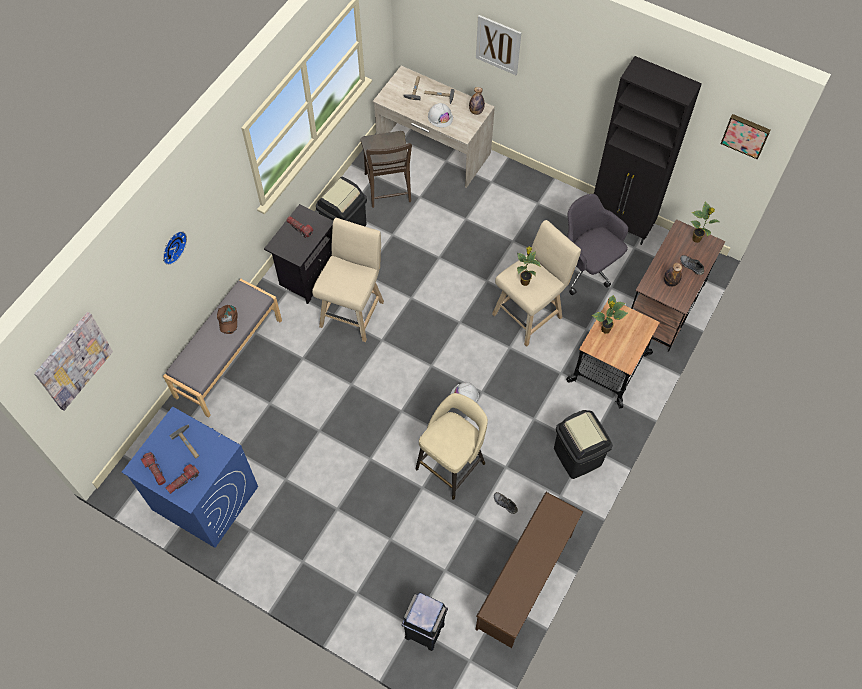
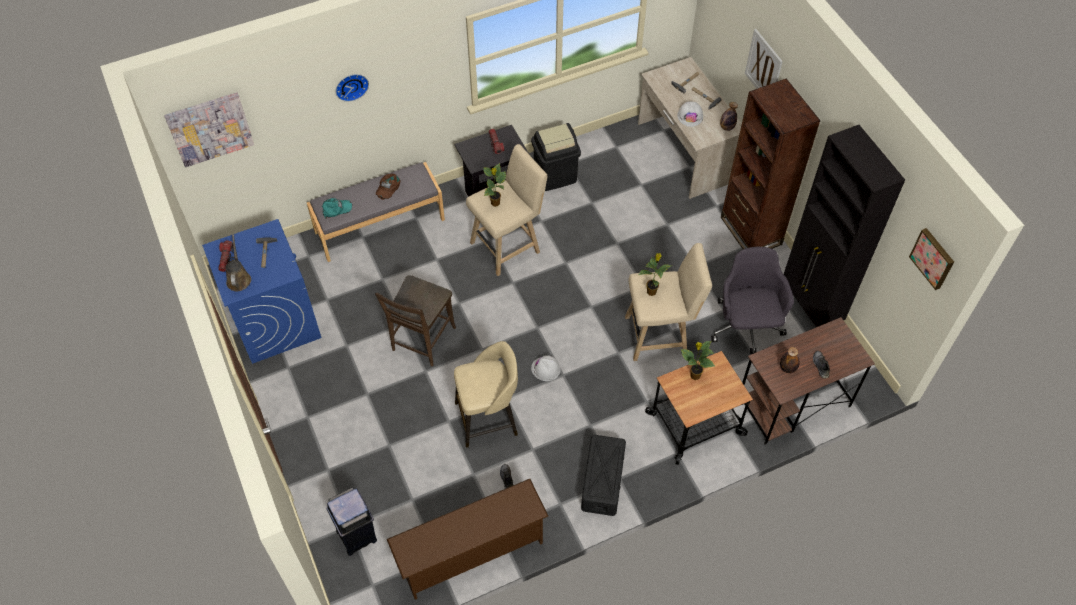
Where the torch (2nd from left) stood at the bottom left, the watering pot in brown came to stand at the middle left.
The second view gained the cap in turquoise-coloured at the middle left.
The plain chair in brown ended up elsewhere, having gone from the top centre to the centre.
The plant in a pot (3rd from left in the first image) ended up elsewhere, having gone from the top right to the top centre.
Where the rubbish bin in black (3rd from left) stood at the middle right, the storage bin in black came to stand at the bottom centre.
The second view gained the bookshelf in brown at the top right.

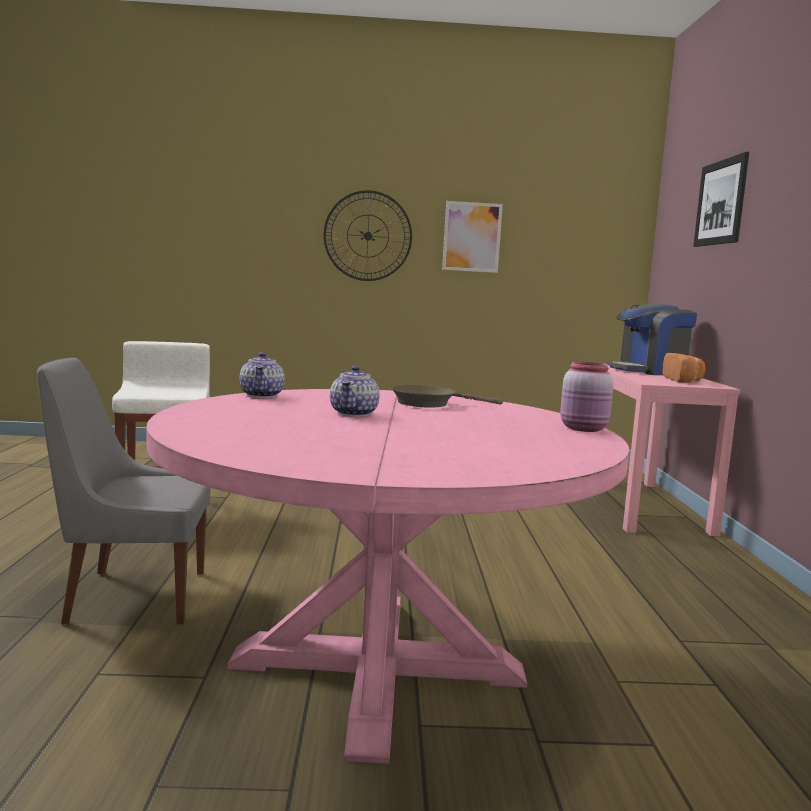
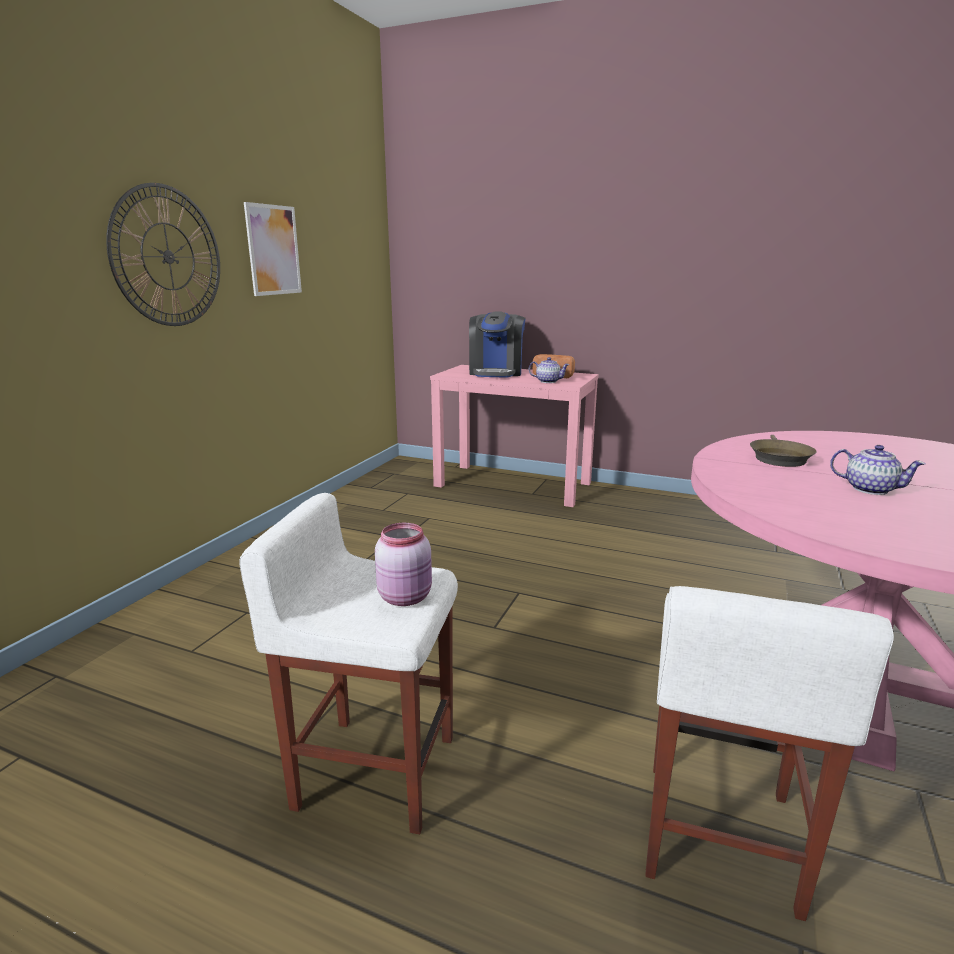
The storage jar in pinkish ended up elsewhere, having gone from the middle right to the centre.
The teapot (1st from left) ended up elsewhere, having gone from the middle left to the centre.
Where the plain chair in gray stood at the middle left, the sitting stool in whitish (2nd from left) came to stand at the bottom right.
The second view lost the wall picture (2nd from left) at the top right.

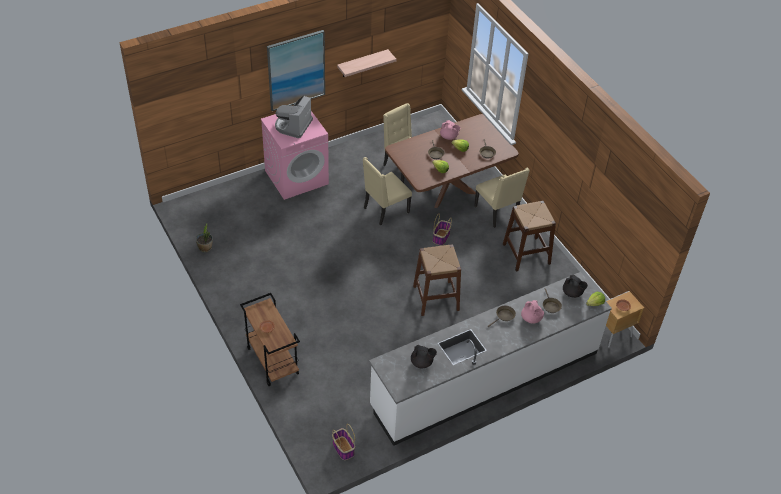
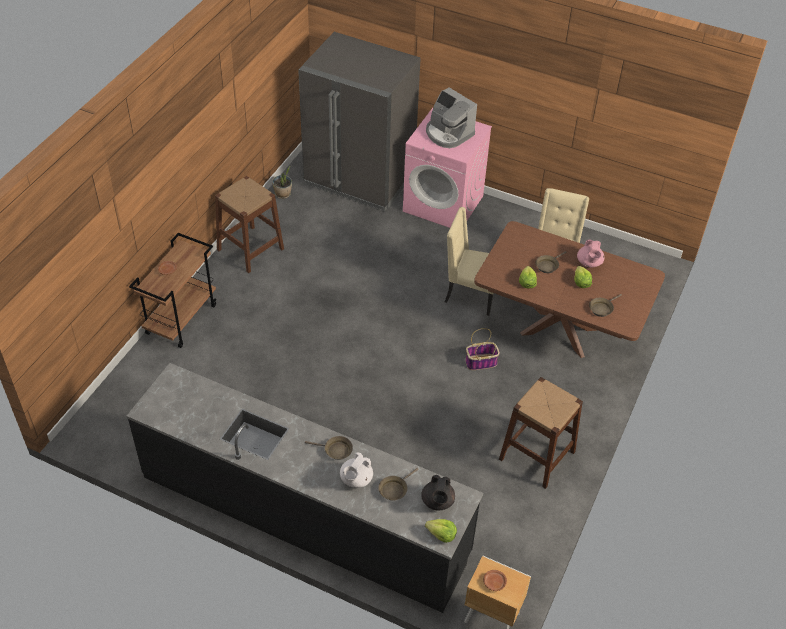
What was the kitchen base unit in whitish at the bottom centre turned into the kitchen base unit in black at the bottom centre.
The sitting stool in brown (1st from left) ended up elsewhere, having gone from the centre to the middle left.
The second view gained the kitchen fridge in gray at the top centre.
What was the teapot in pinkish (2nd from left) at the middle right turned into the teapot in whitish at the bottom centre.
The coffee maker at the top centre ended up facing another way, 120 degrees counterclockwise from before.
The second view lost the wall picture at the top centre.
The second view lost the household basket (1st from left) at the bottom centre.
The second view lost the bracket shelf at the top centre.
The second view lost the teapot in black (1st from left) at the bottom centre.
The second view lost the plain chair in beige (3rd from left) at the centre.

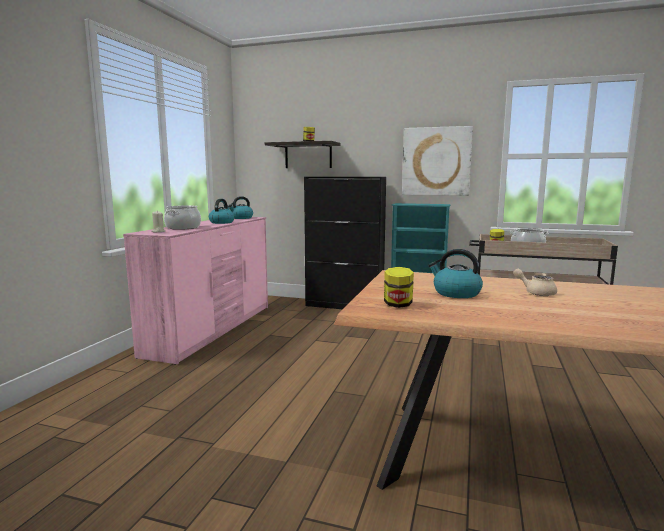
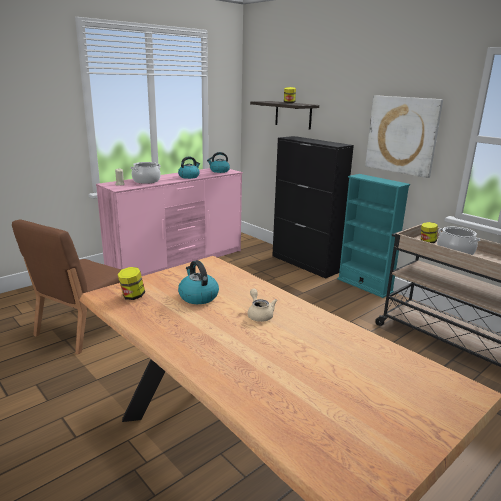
The second view gained the plain chair in brown at the middle left.

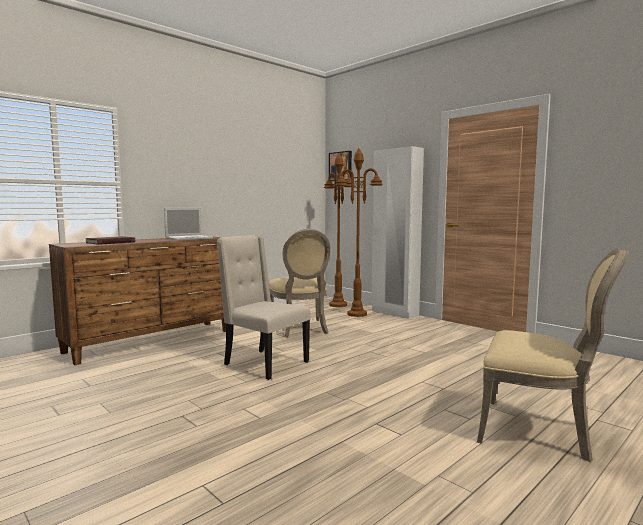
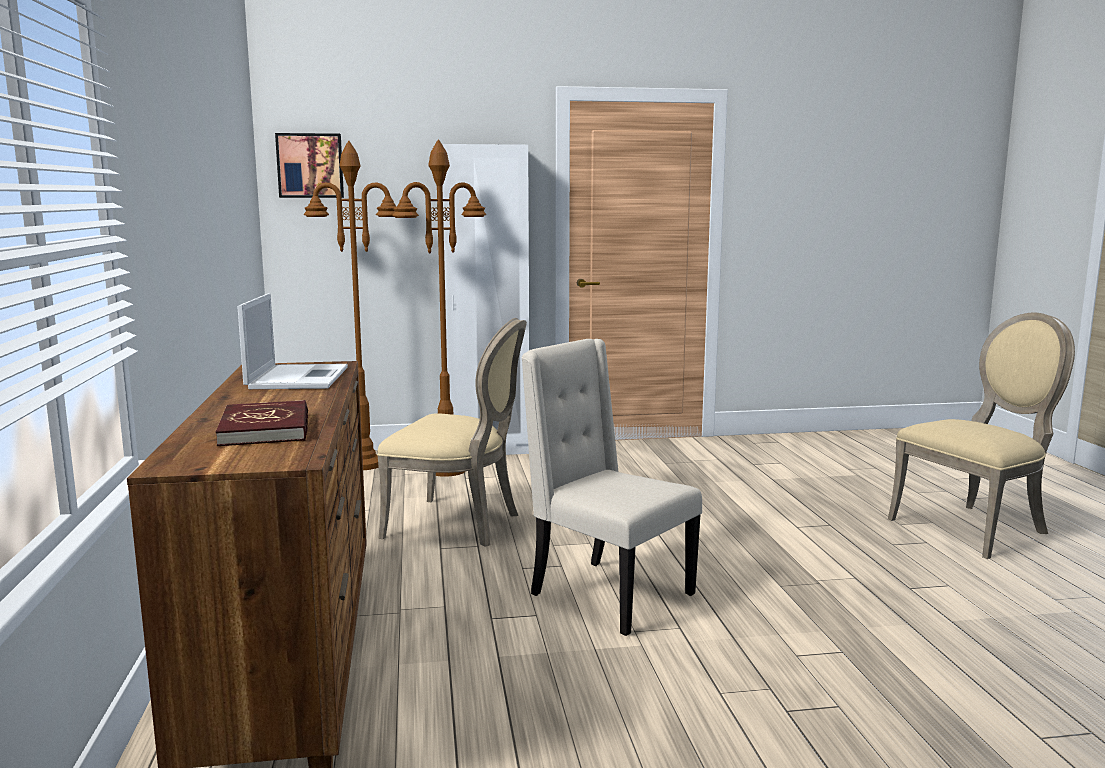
The plain chair in beige (1st from left in the first image) at the centre ended up facing another way, 60 degrees clockwise from before.

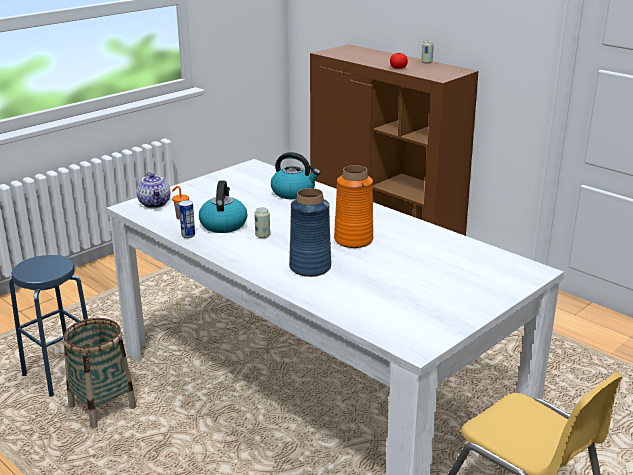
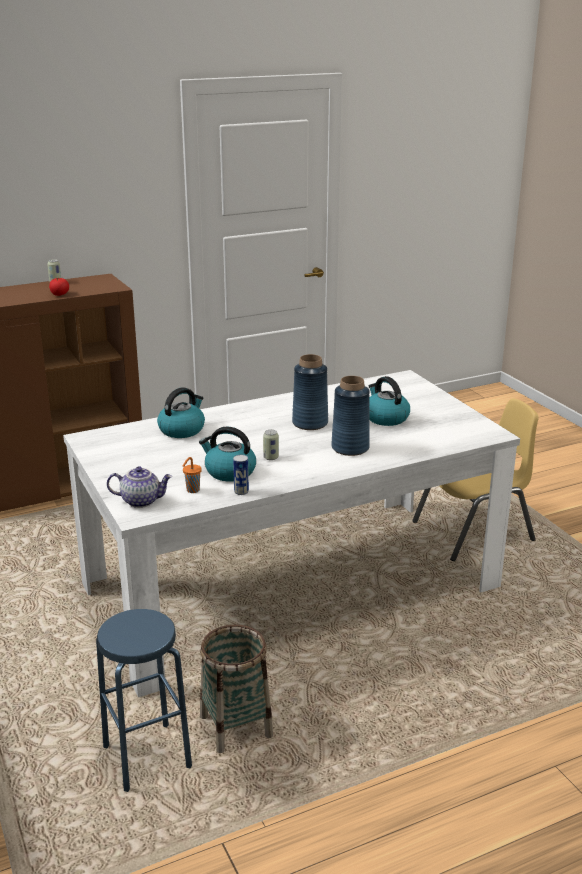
What was the flower vase in orangey at the centre turned into the flower vase in blue-coloured (1st from left) at the centre.
The second view gained the water kettle (3rd from left) at the middle right.

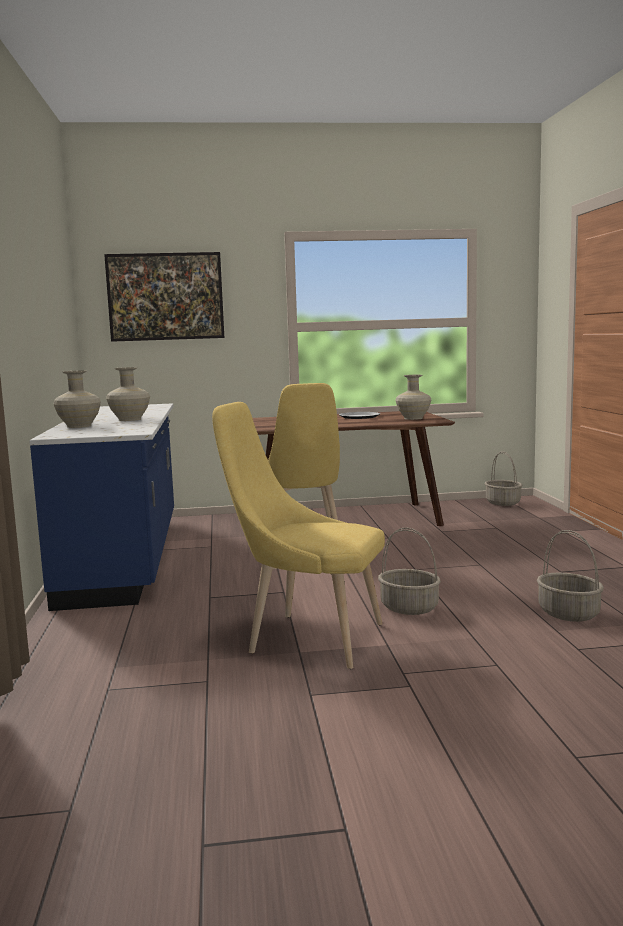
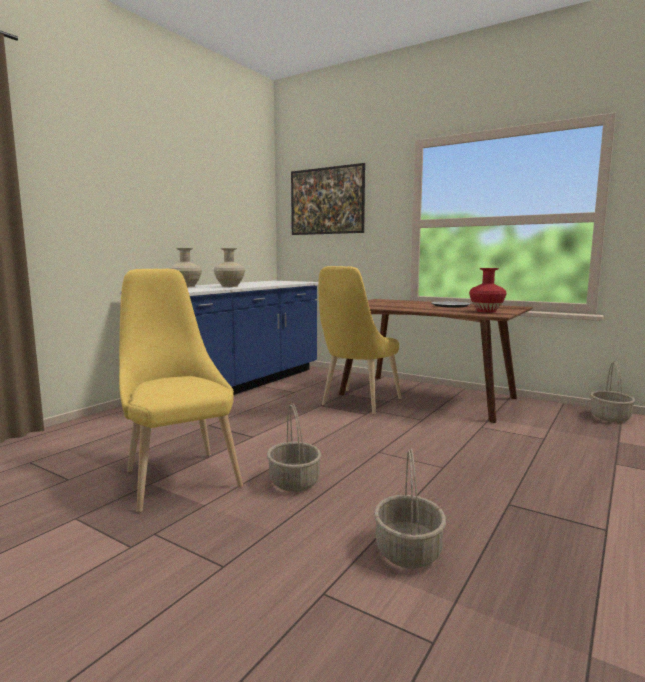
What was the flower vase in beige (3rd from left) at the centre turned into the flower vase in red at the middle right.

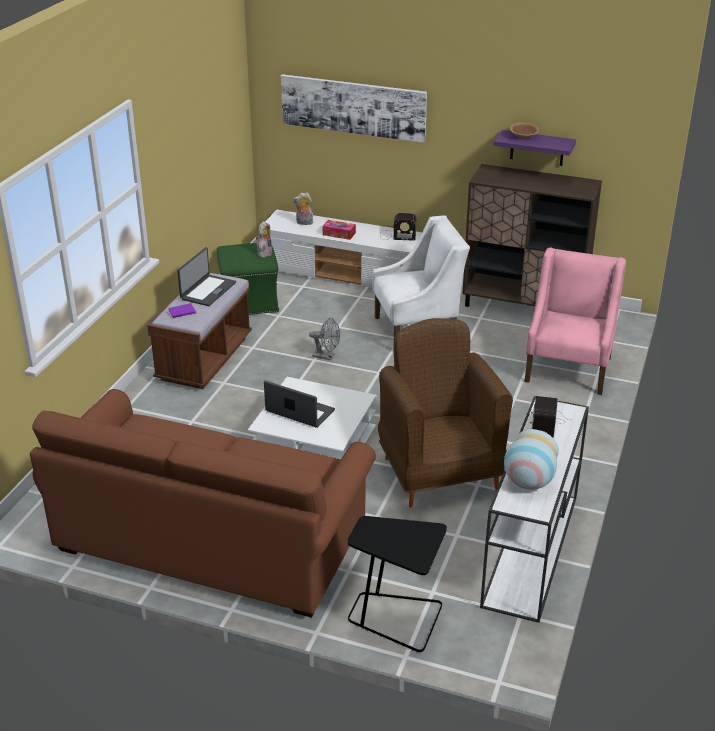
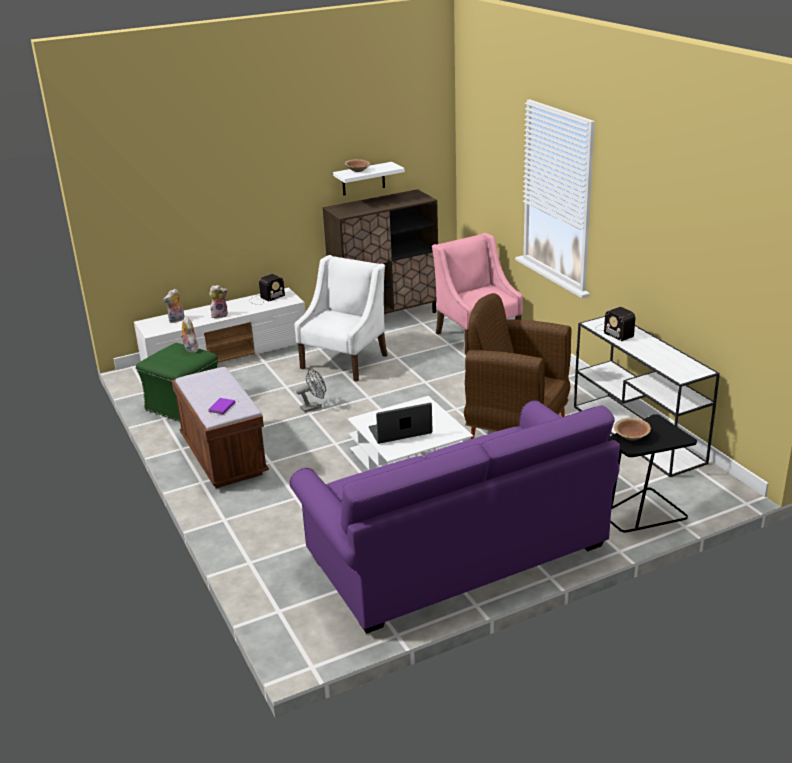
Where the tissue holder stood at the top centre, the soft toy (3rd from left) came to stand at the middle left.
What was the couch in brown at the bottom left turned into the couch in purple at the bottom centre.
What was the bracket shelf in purple at the top right turned into the bracket shelf in whitish at the top centre.
The second view gained the serving bowl in brown (2nd from left) at the middle right.
The second view lost the notebook computer (1st from left) at the middle left.
The second view lost the wall picture at the top centre.
The second view lost the flower vase at the middle right.

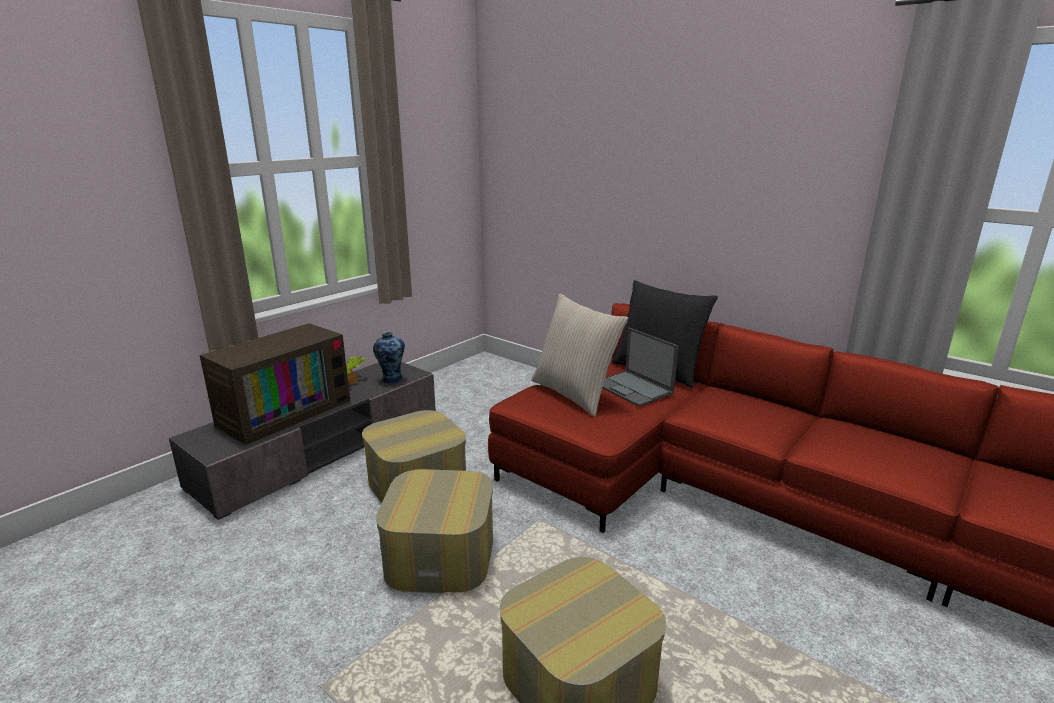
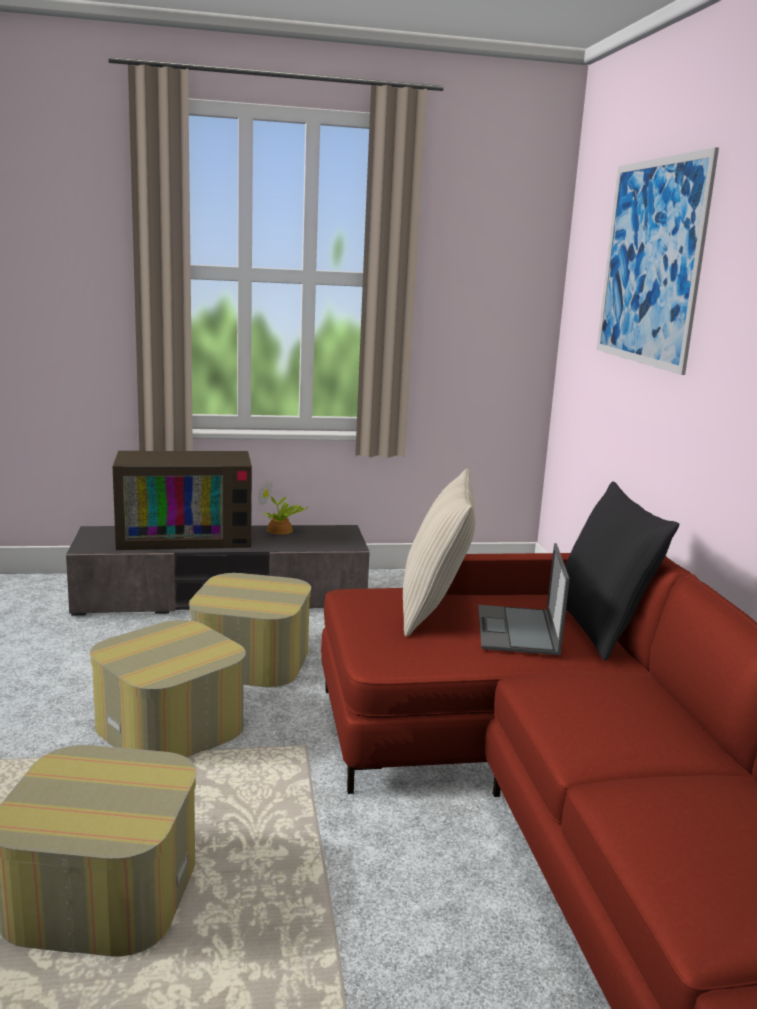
The second view gained the wall picture at the top right.
The second view lost the flower vase at the centre.

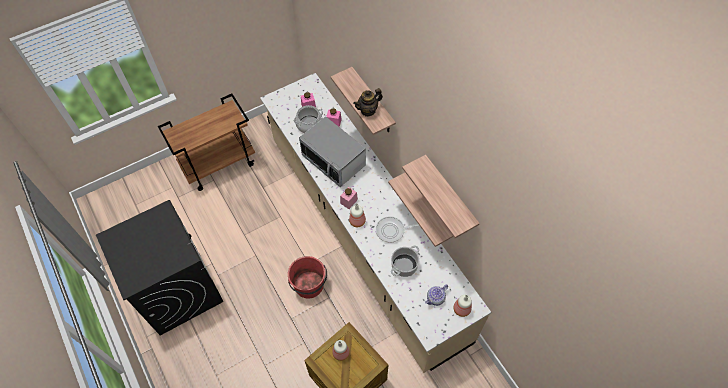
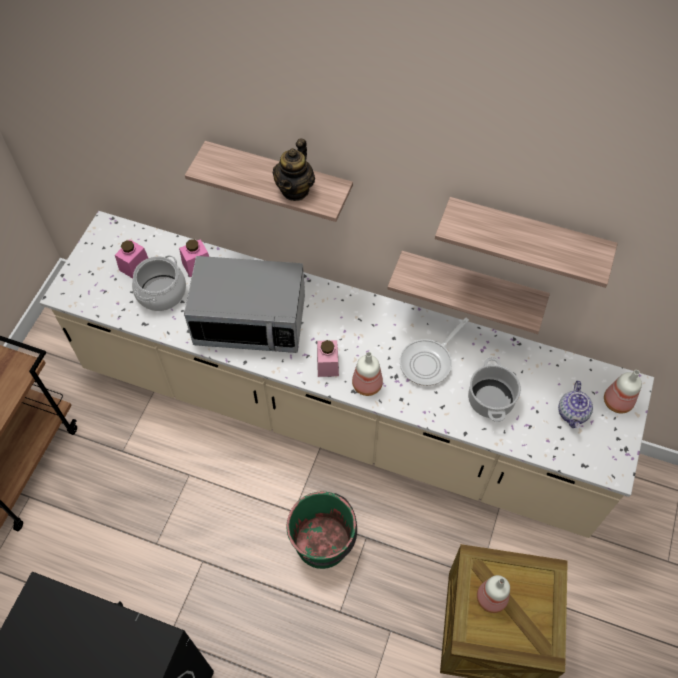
What was the bucket in red at the bottom centre turned into the bucket in green-coloured at the bottom centre.

